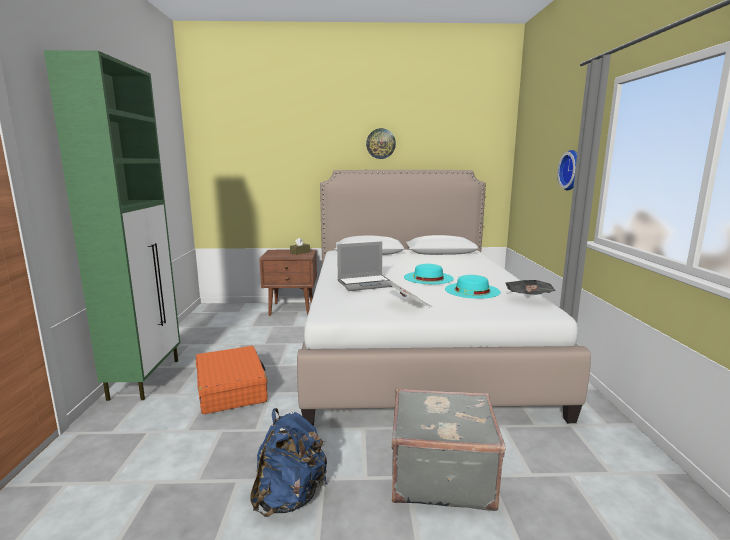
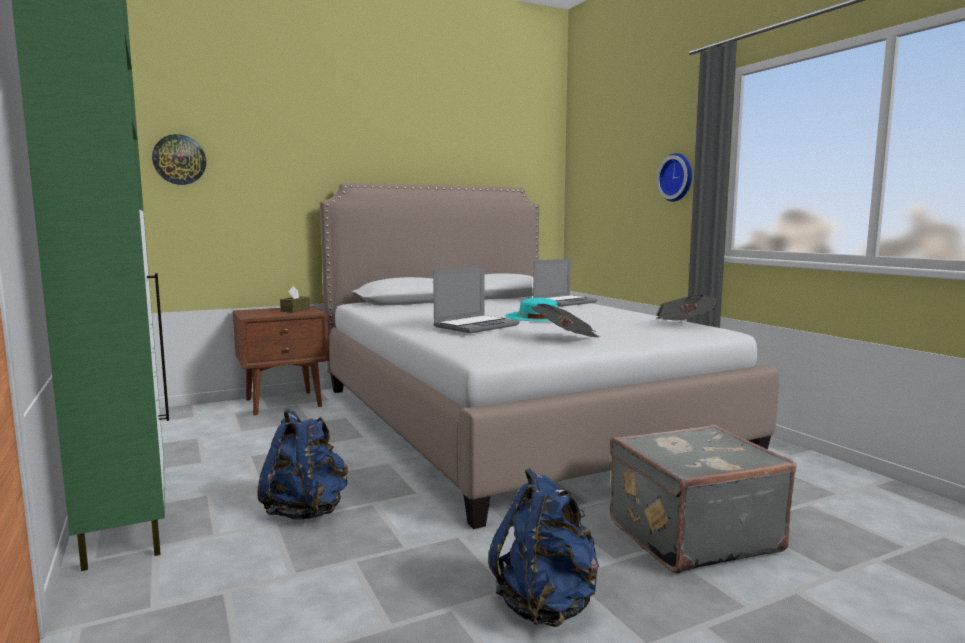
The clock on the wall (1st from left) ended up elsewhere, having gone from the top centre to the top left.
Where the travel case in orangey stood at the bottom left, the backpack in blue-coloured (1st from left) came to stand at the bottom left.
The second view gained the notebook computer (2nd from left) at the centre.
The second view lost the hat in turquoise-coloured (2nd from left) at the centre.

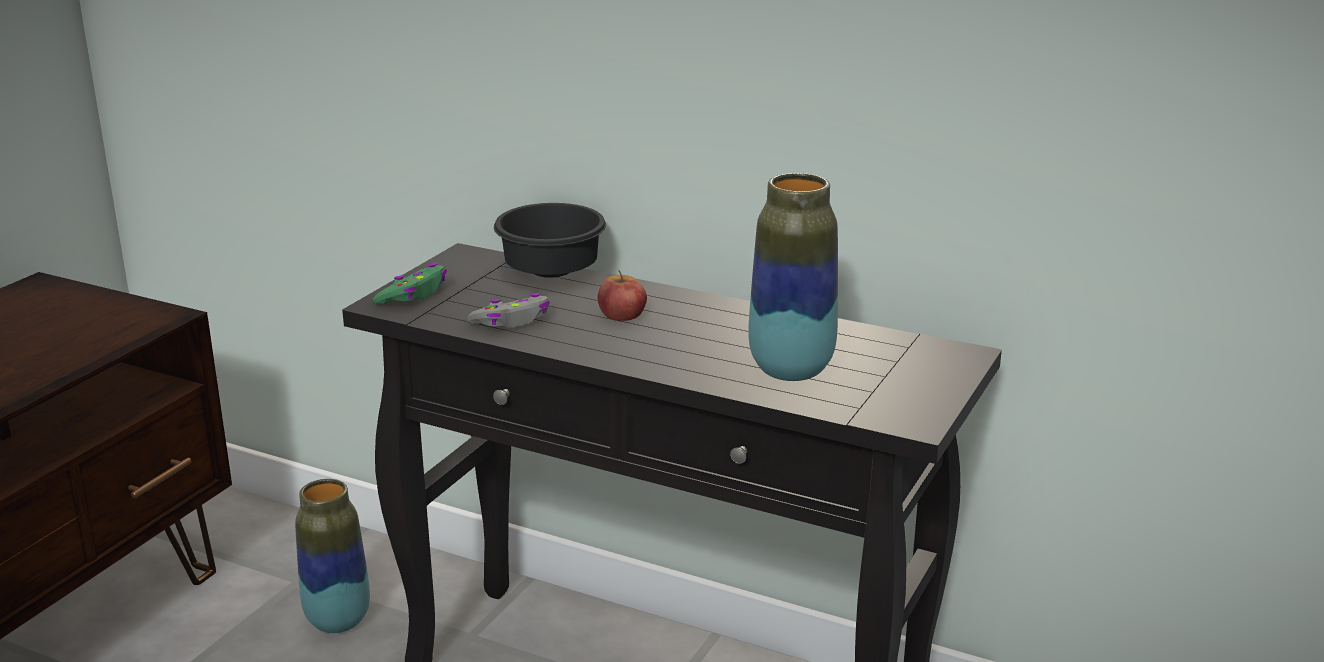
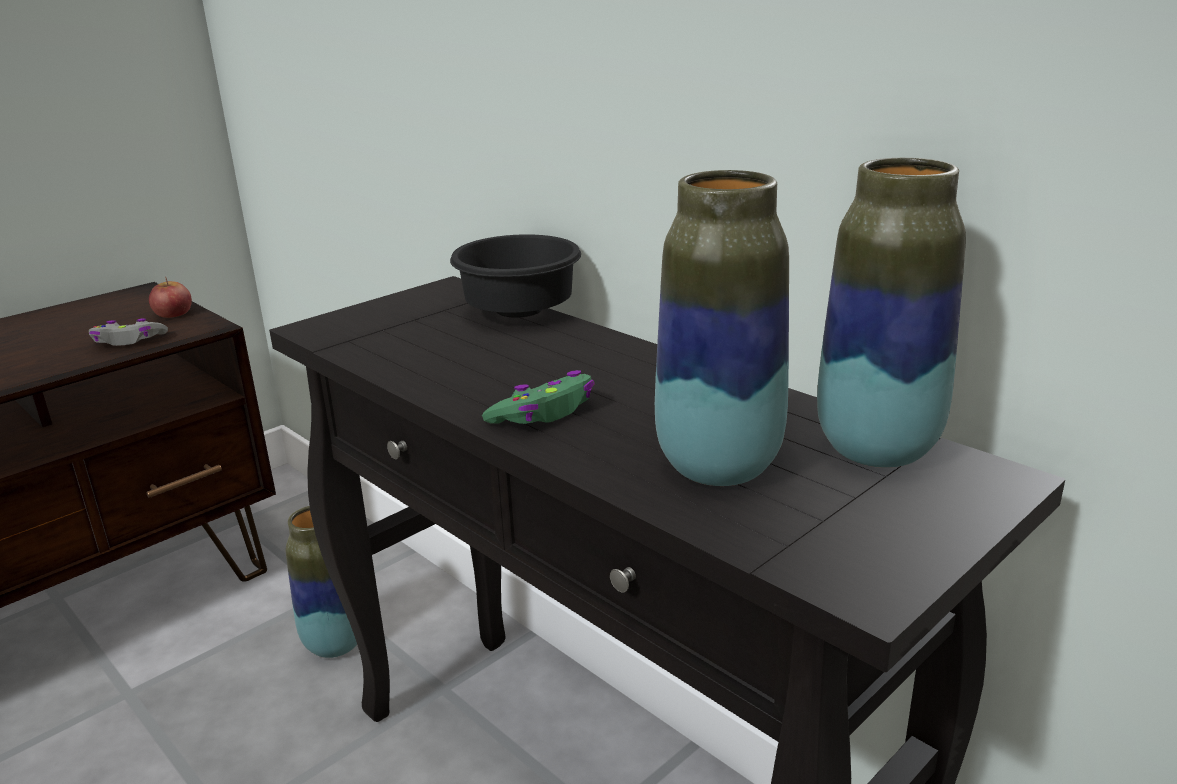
The joypad in gray ended up elsewhere, having gone from the centre to the middle left.
The apple fruit ended up elsewhere, having gone from the centre to the middle left.
The joypad in green-coloured ended up elsewhere, having gone from the middle left to the centre.
The second view gained the flower vase (3rd from left) at the middle right.

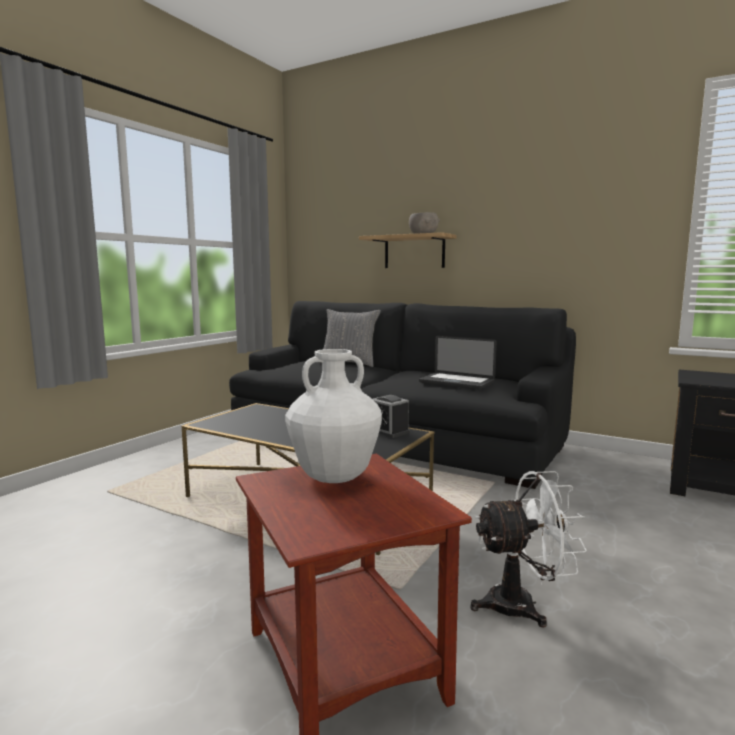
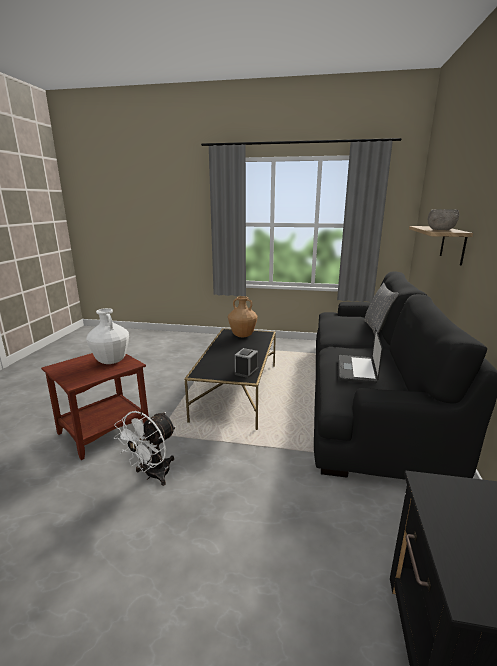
The electric fan in whitish at the bottom right ended up facing another way, 60 degrees clockwise from before.
The second view gained the flower vase in brown at the centre.

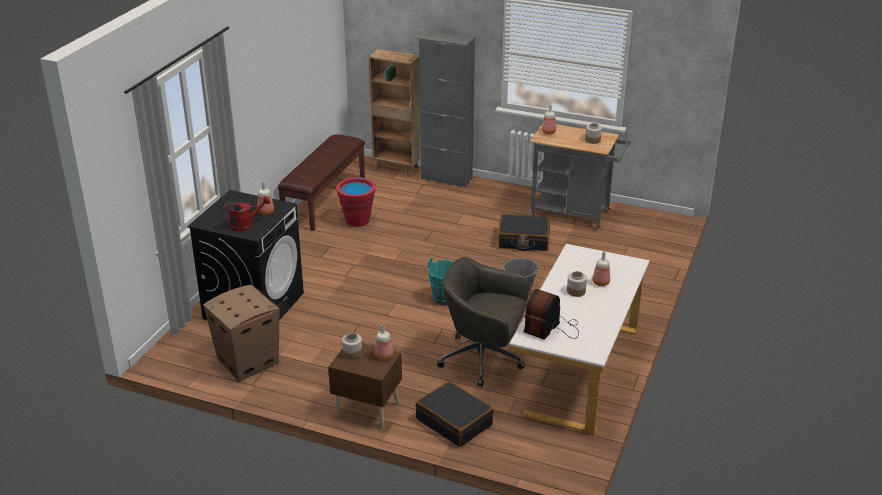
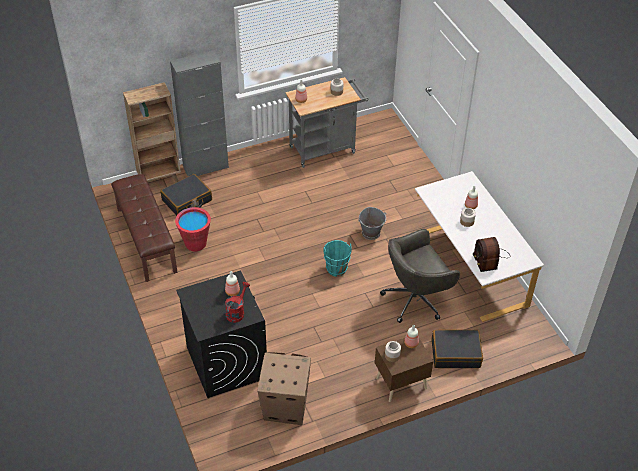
The travel case in black (2nd from left in the first image) ended up elsewhere, having gone from the centre to the middle left.

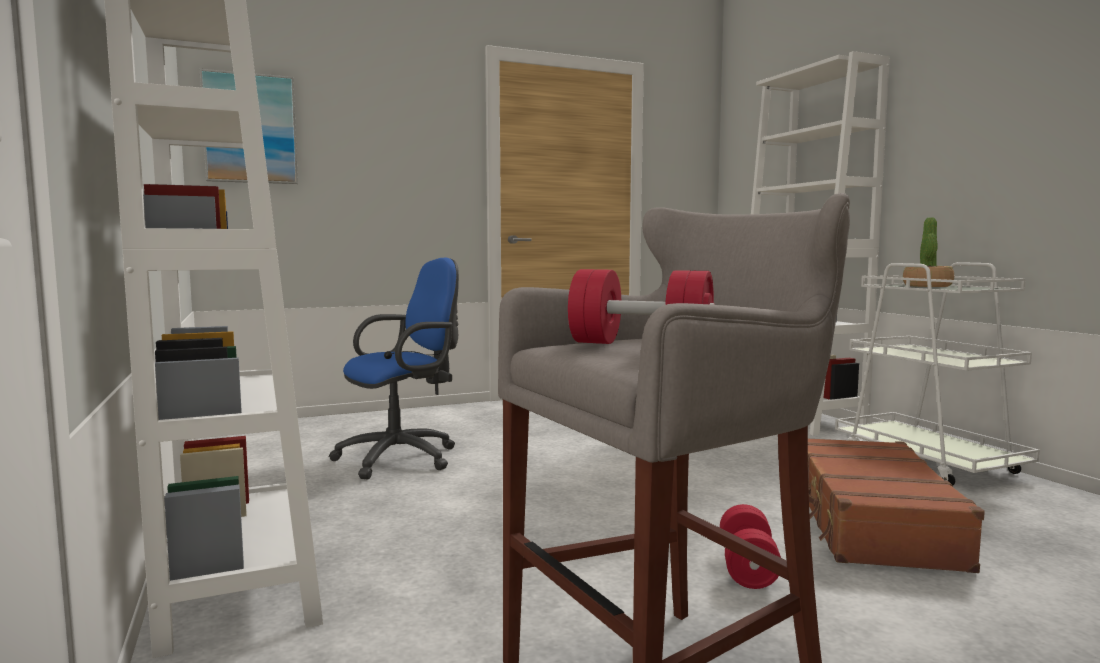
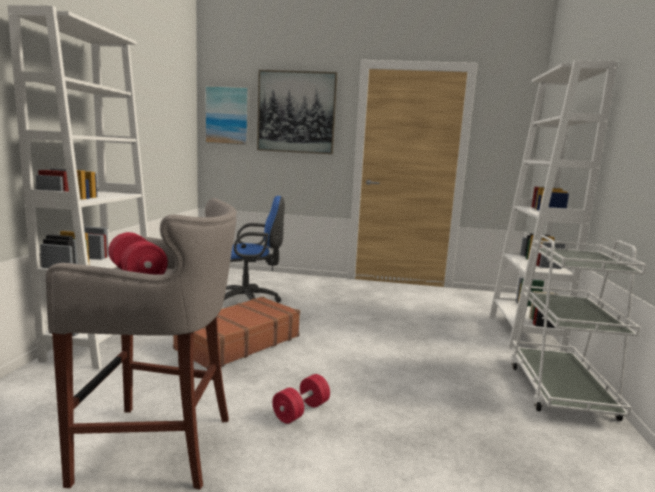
The travel case in brown ended up elsewhere, having gone from the bottom right to the bottom centre.
The second view gained the wall picture (2nd from left) at the top centre.
The second view lost the plant in a pot at the middle right.

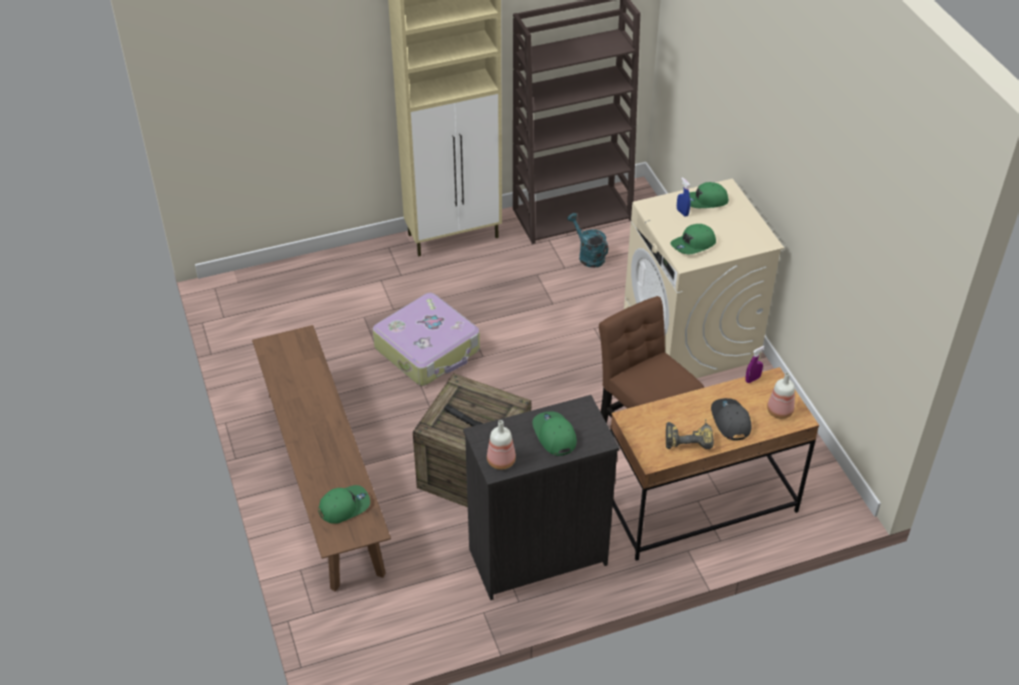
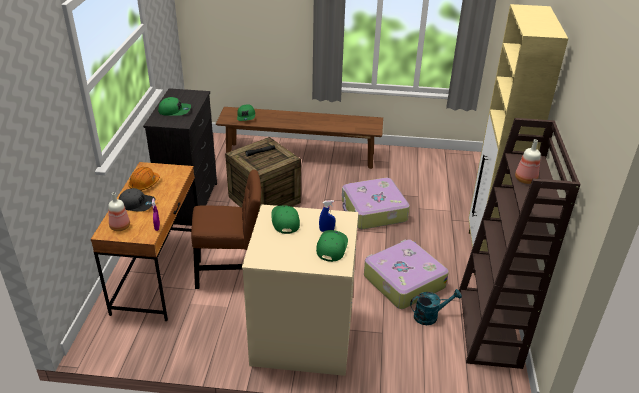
Where the drill stood at the middle right, the safety helmet in orangey came to stand at the middle left.
The second view gained the travel case (2nd from left) at the bottom centre.
The beverage bottle (1st from left in the first image) ended up elsewhere, having gone from the centre to the middle right.

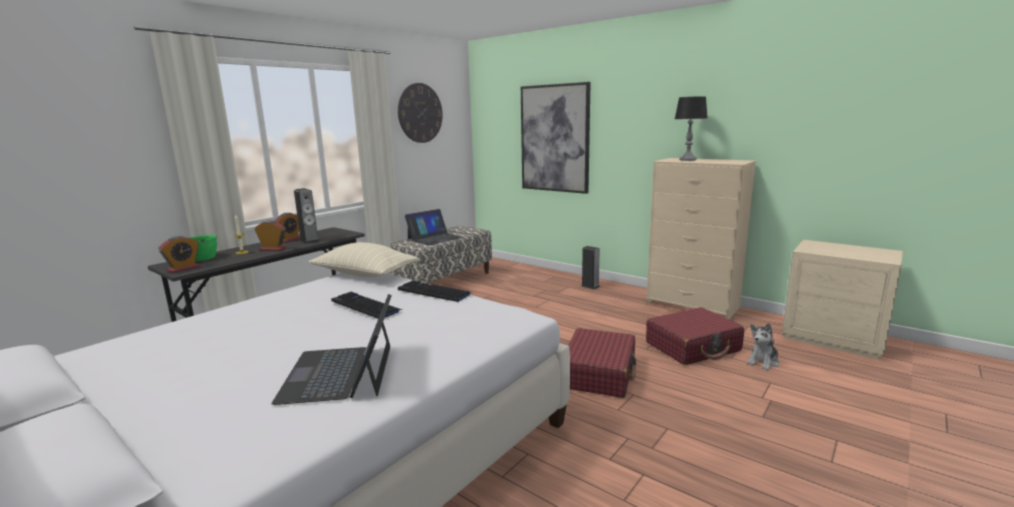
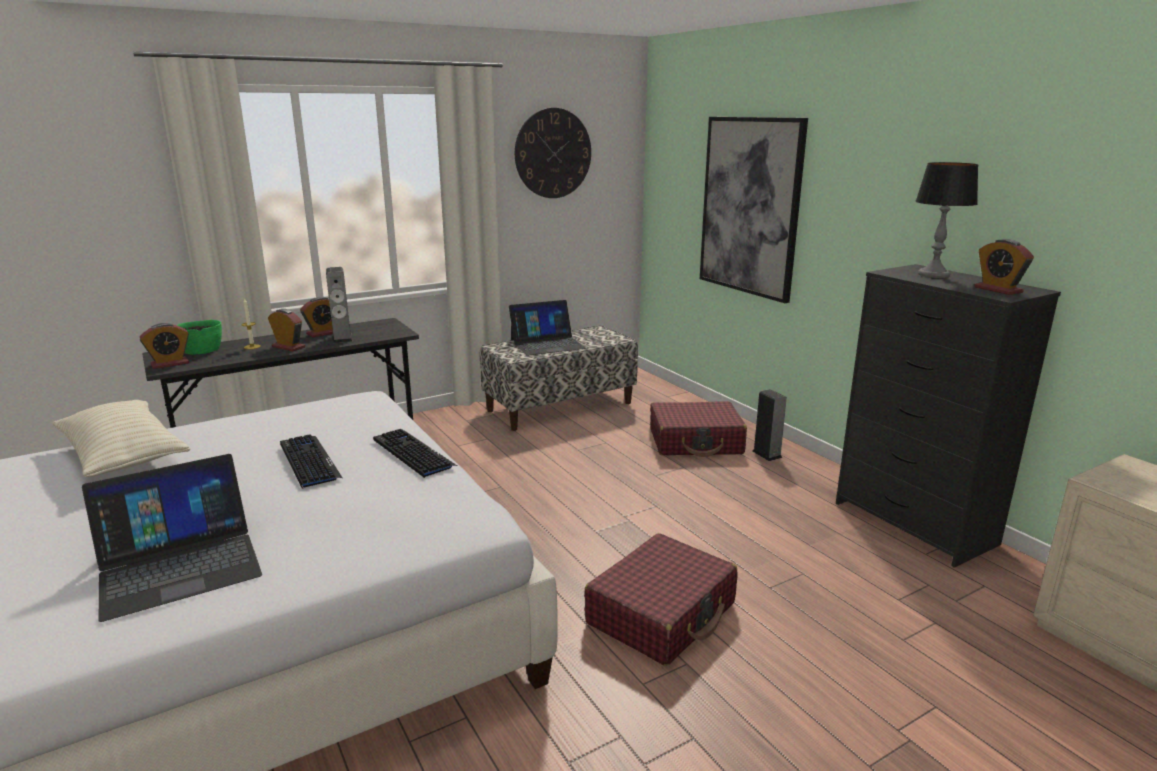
The cushion in beige ended up elsewhere, having gone from the centre to the middle left.
The notebook computer (1st from left) at the bottom left ended up facing another way, 135 degrees counterclockwise from before.
The travel case in red (2nd from left) ended up elsewhere, having gone from the middle right to the centre.
What was the drawer chest in beige at the middle right turned into the drawer chest in black at the middle right.
The second view gained the table clock (4th from left) at the middle right.
The second view lost the soft toy at the bottom right.

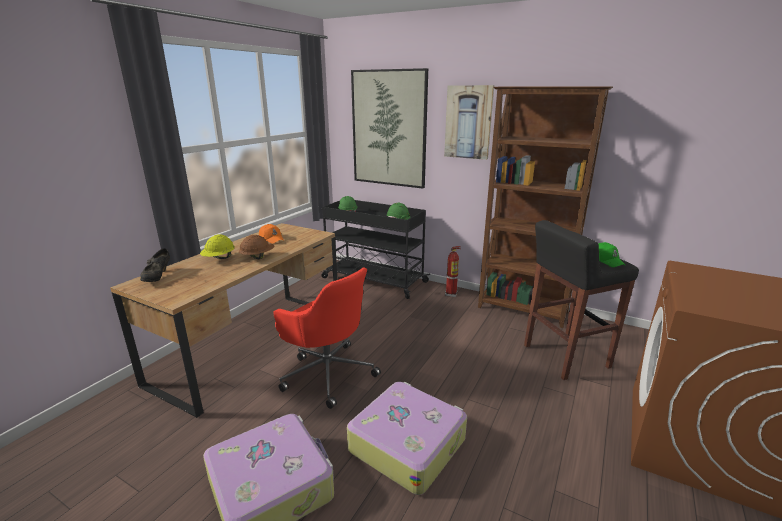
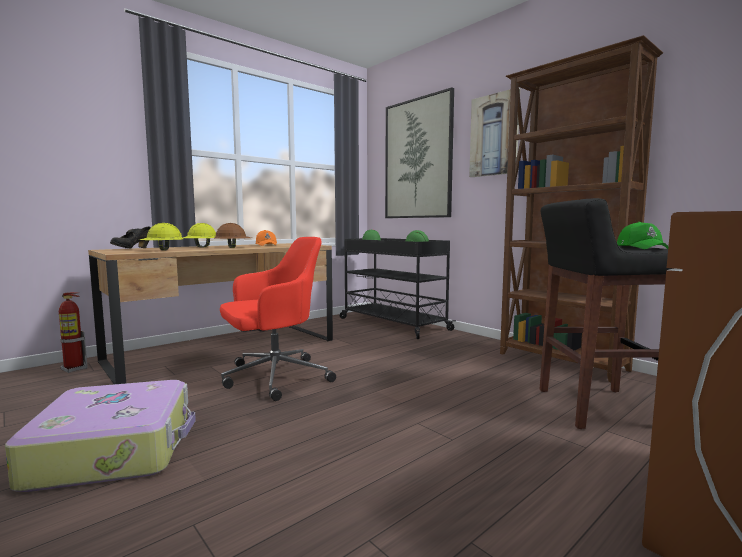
The extinguisher ended up elsewhere, having gone from the centre to the middle left.
The second view gained the safety helmet in yellow (1st from left) at the middle left.
The office chair in red at the centre ended up facing another way, 90 degrees counterclockwise from before.
The second view lost the travel case (2nd from left) at the bottom centre.

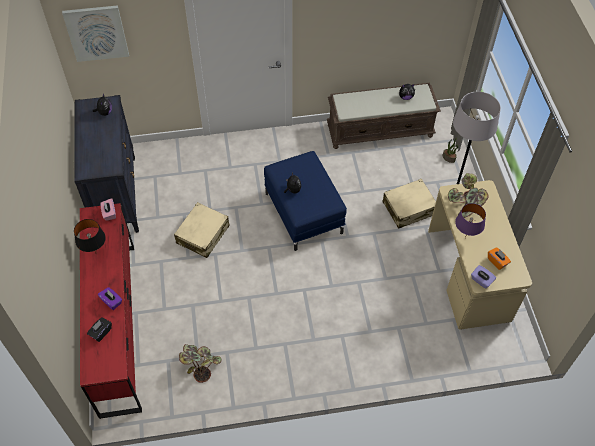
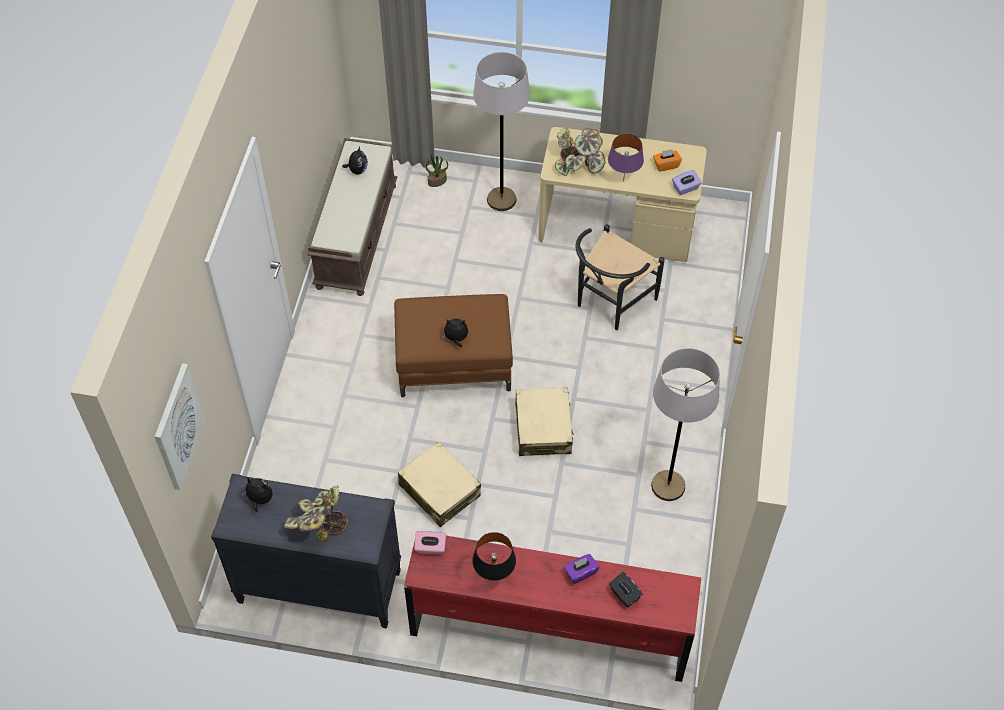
The plant in a pot (1st from left) ended up elsewhere, having gone from the bottom centre to the bottom left.
What was the footrest in blue-coloured at the centre turned into the footrest in brown at the centre.
The travel case in beige (2nd from left) ended up elsewhere, having gone from the middle right to the centre.
The second view gained the plain chair in black at the centre.
The second view gained the standard lamp in gray (2nd from left) at the middle right.

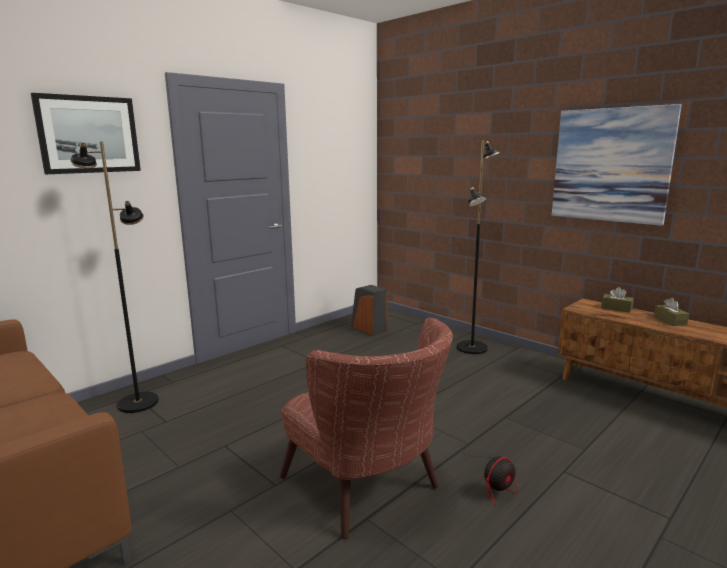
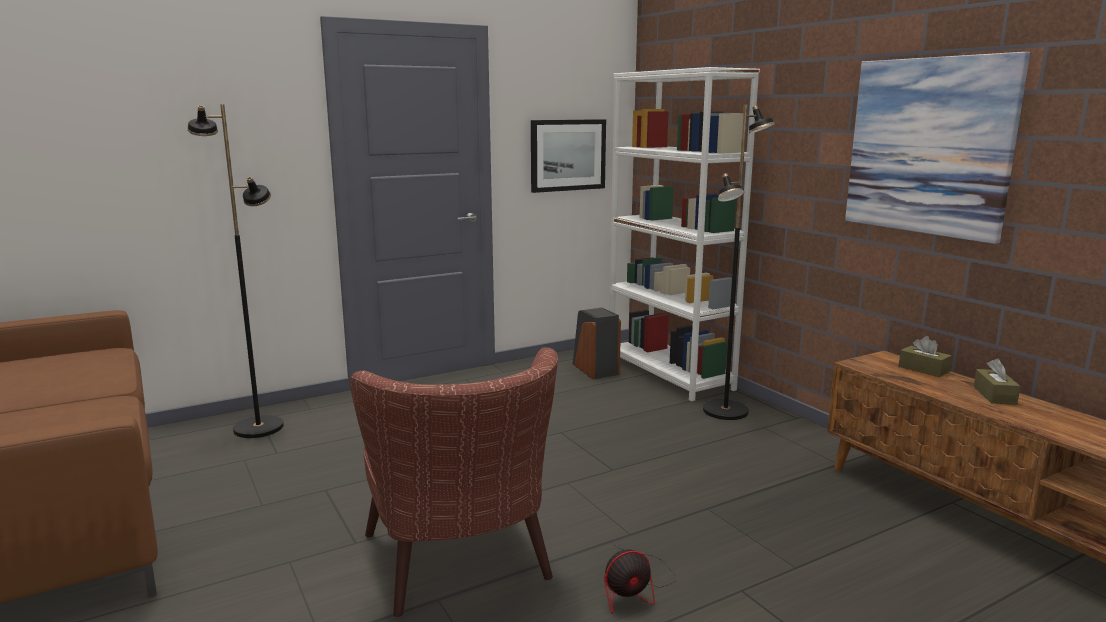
The wall picture (1st from left) ended up elsewhere, having gone from the top left to the top centre.
The second view gained the bookshelf in whitish at the centre.

